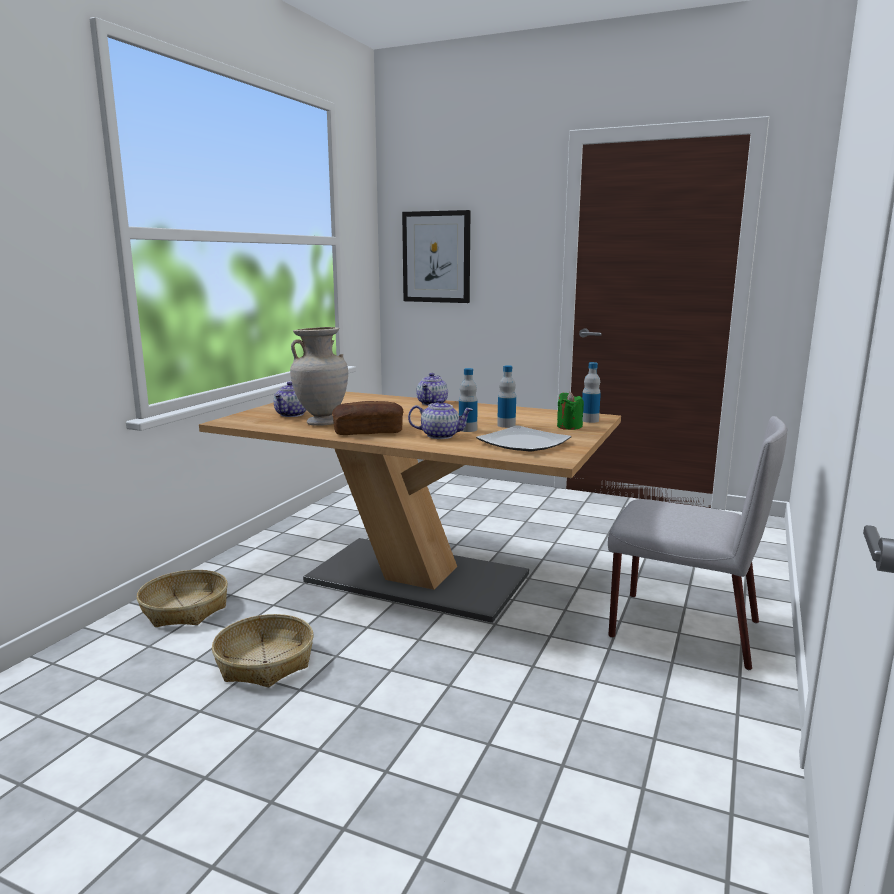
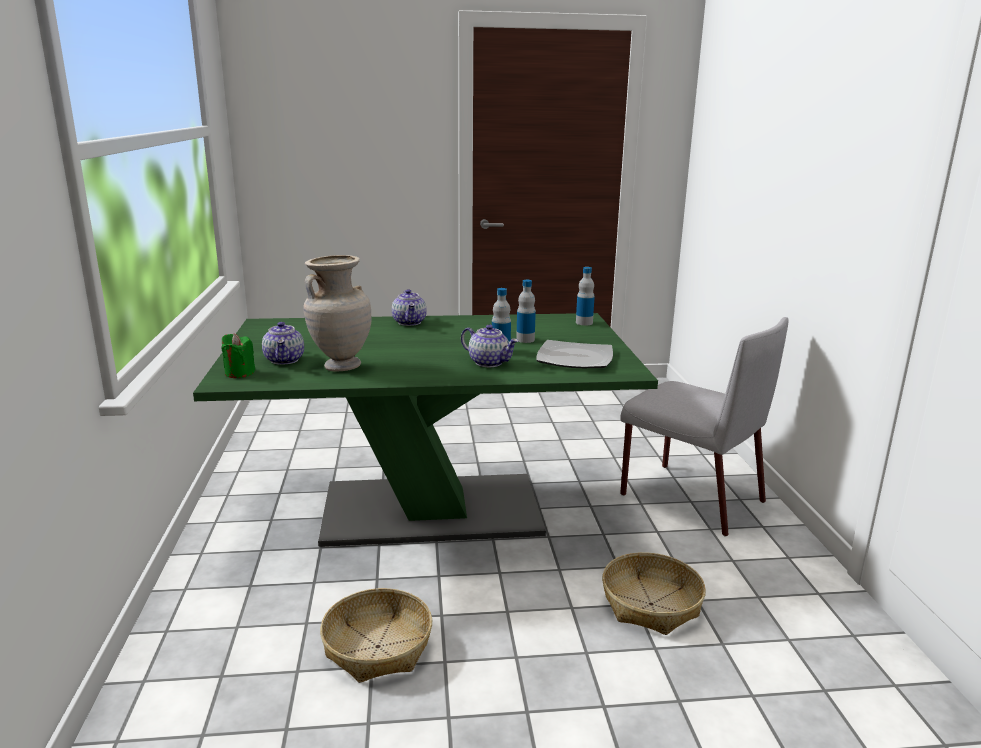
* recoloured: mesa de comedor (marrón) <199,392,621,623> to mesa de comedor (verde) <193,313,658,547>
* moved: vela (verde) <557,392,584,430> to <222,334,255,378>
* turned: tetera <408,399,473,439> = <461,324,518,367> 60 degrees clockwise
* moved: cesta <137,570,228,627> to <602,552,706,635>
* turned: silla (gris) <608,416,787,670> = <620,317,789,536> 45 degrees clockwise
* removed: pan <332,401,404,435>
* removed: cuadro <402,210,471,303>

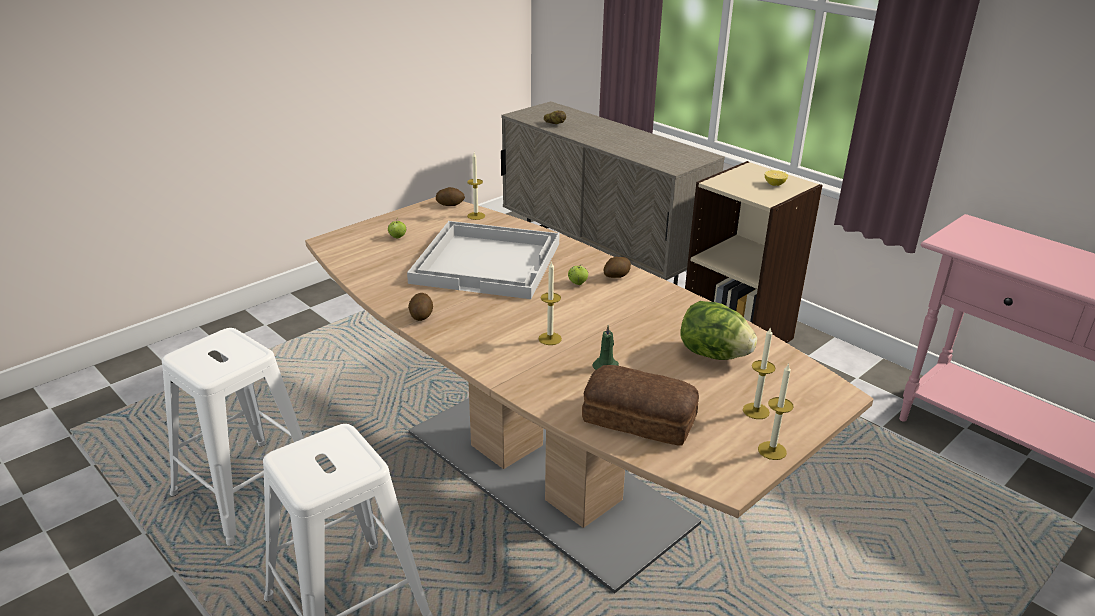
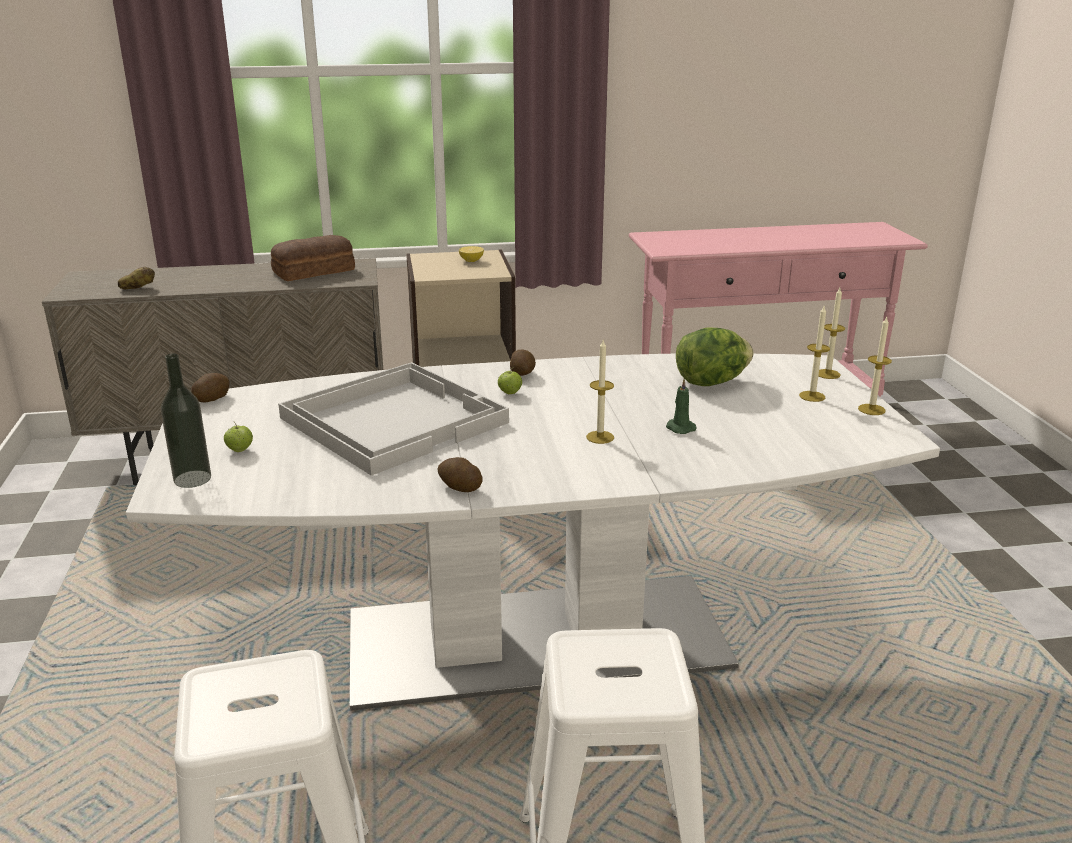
* recoloured: mesa de comedor (marrón) <305,197,873,594> to mesa de comedor (blanco) <126,354,940,711>
* added: botella <161,353,211,488>
* moved: pan <582,365,699,446> to <271,235,355,281>
* moved: vela <467,152,485,220> to <818,288,845,379>

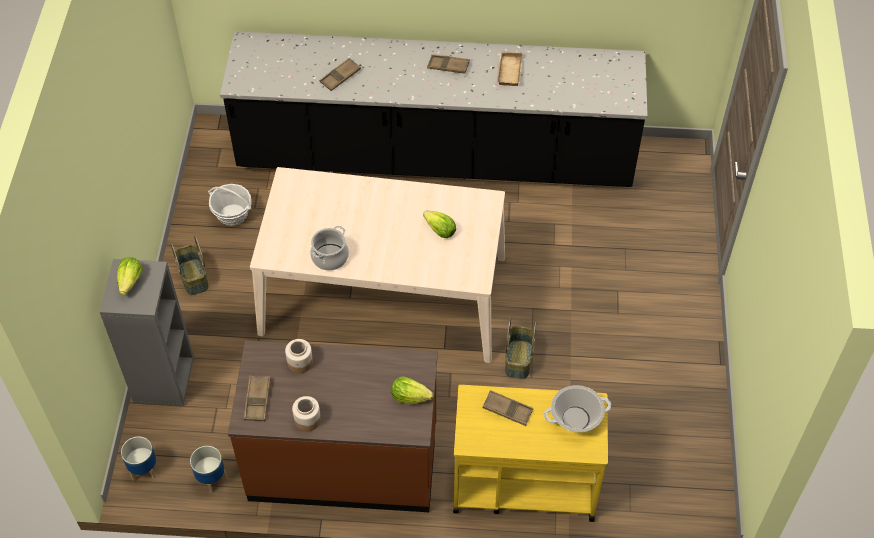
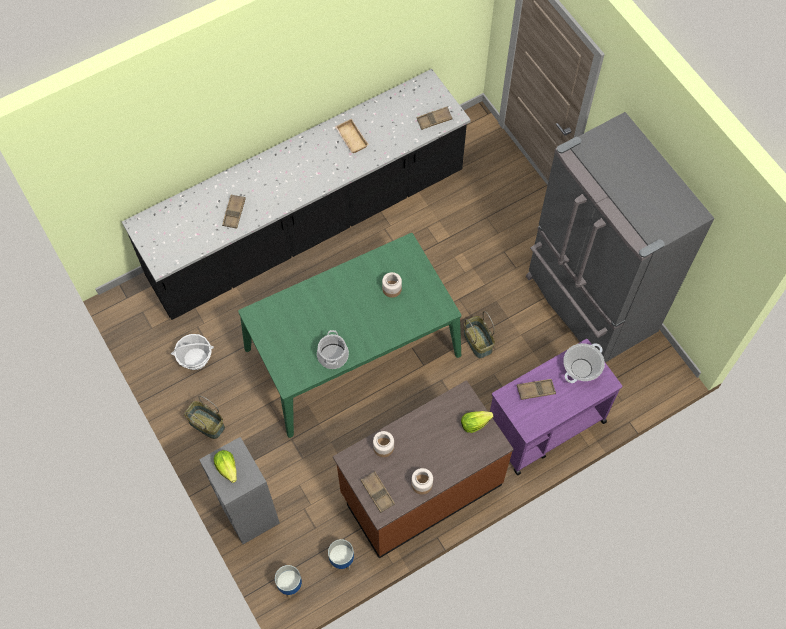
* recoloured: mesa de comedor (beis) <250,167,505,363> to mesa de comedor (verde) <238,233,461,438>
* replaced: lechuga <423,211,456,238> to tarro <382,272,402,298>
* moved: bandeja (marrón) <427,54,470,73> to <416,107,452,130>
* recoloured: carrito (amarillo) <453,385,608,522> to carrito (morado) <490,339,622,475>
* added: nevera (gris) <526,112,714,362>

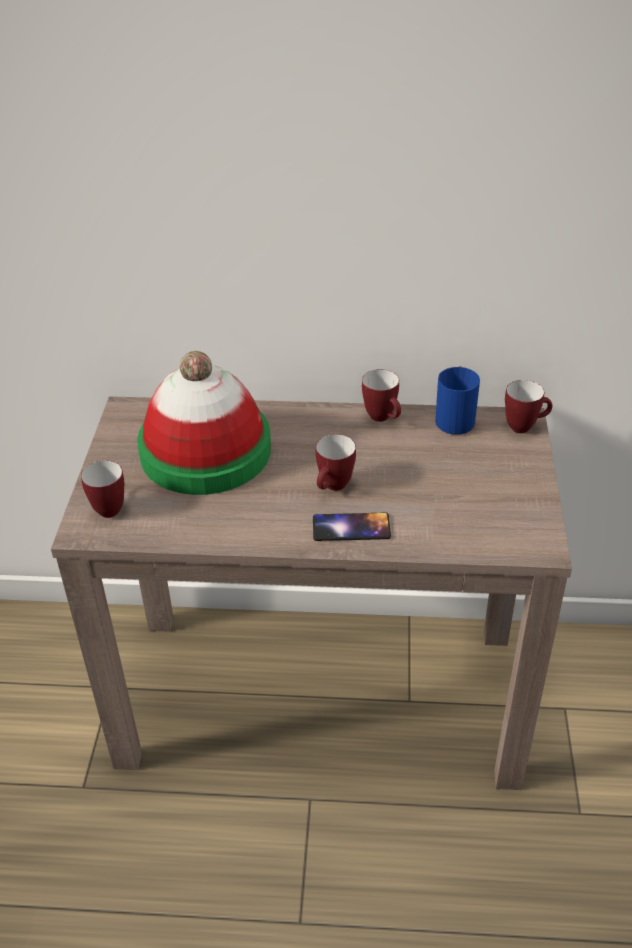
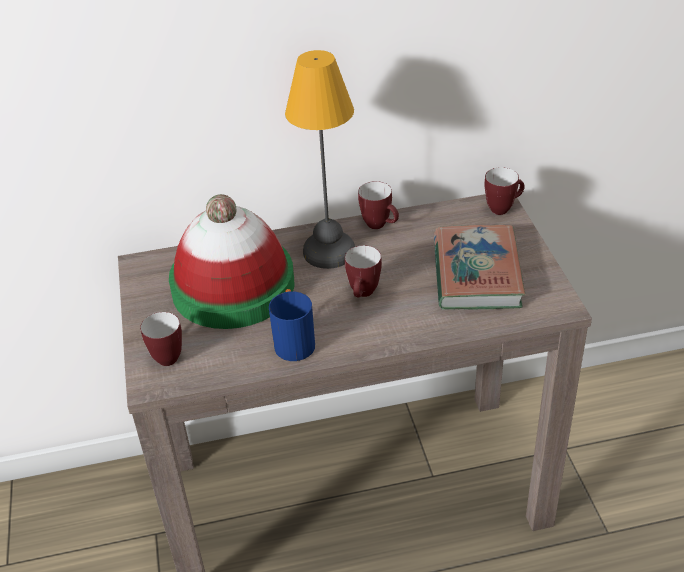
* moved: taza grande (azul) <435,366,480,435> to <269,289,315,361>
* added: lámpara de mesa <285,50,355,269>
* added: libro <434,225,525,310>
* removed: móvil <313,513,391,541>

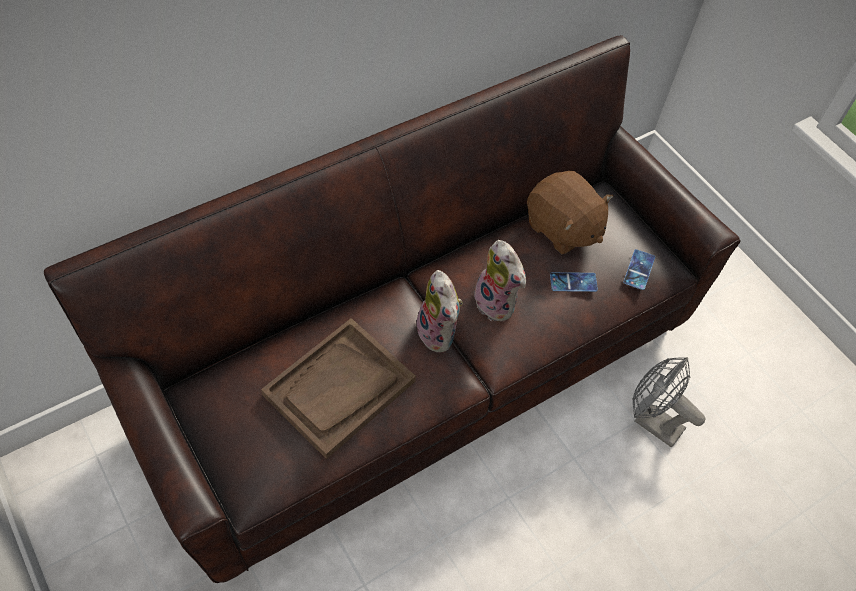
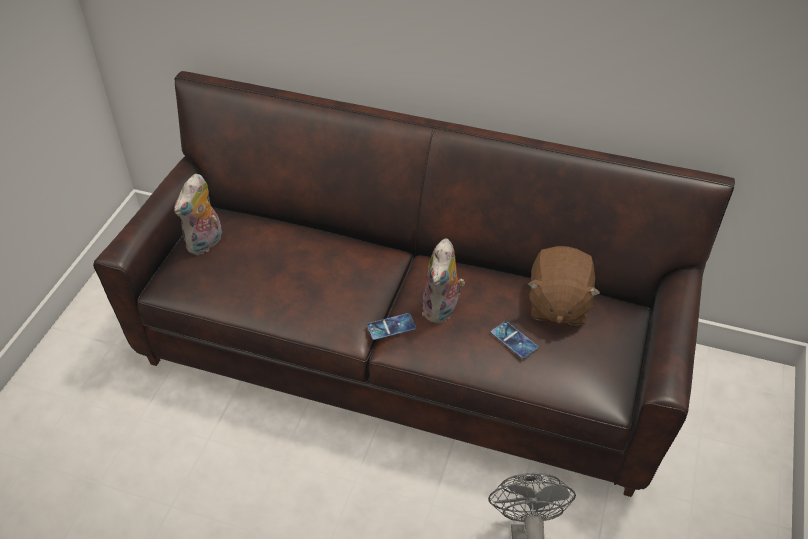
* moved: peluche <417,270,463,353> to <174,174,222,255>
* moved: móvil <623,249,655,290> to <367,313,416,340>
* removed: bandeja (marrón) <261,318,416,459>

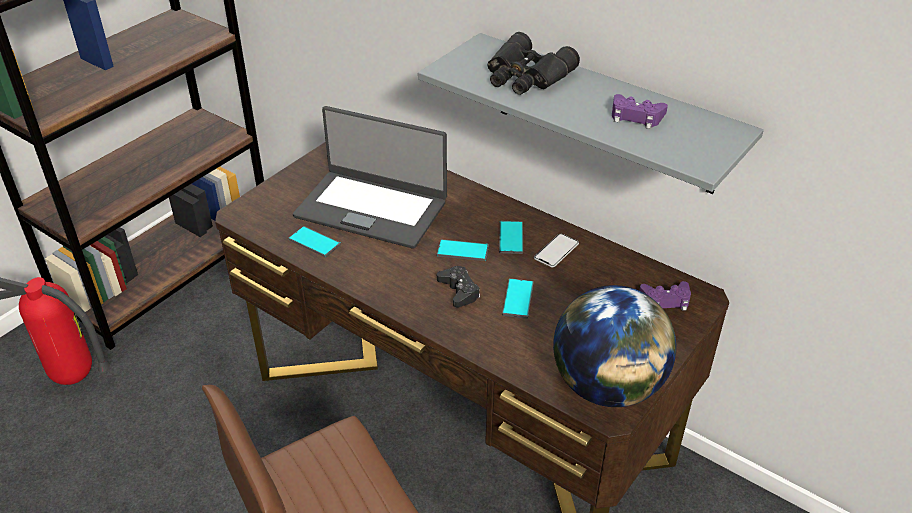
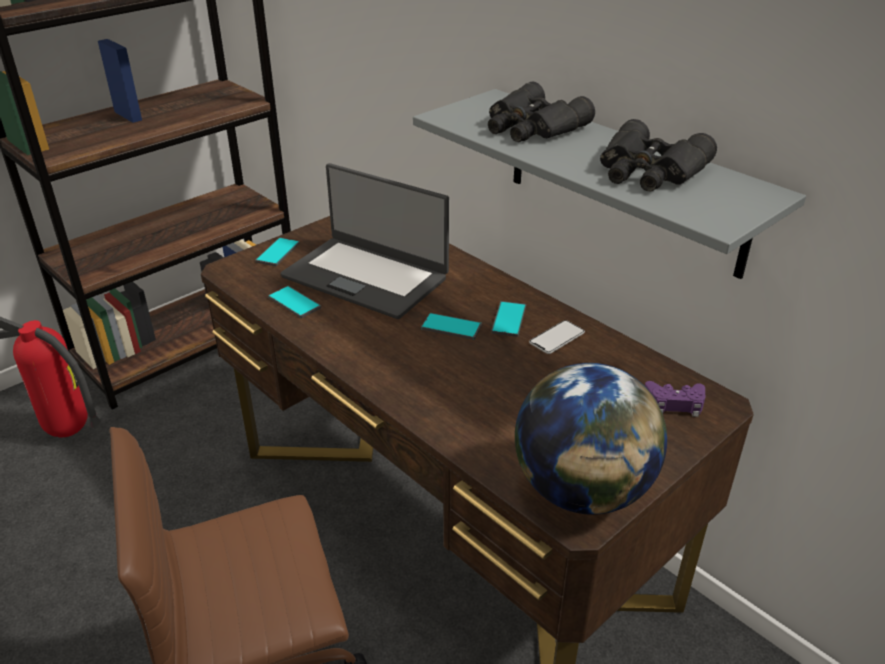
* moved: móvil <502,278,534,319> to <255,238,300,266>
* replaced: mando de consola (morado) <612,94,668,129> to prismáticos (negro) <600,119,717,192>
* removed: mando de consola (negro) <437,266,480,308>

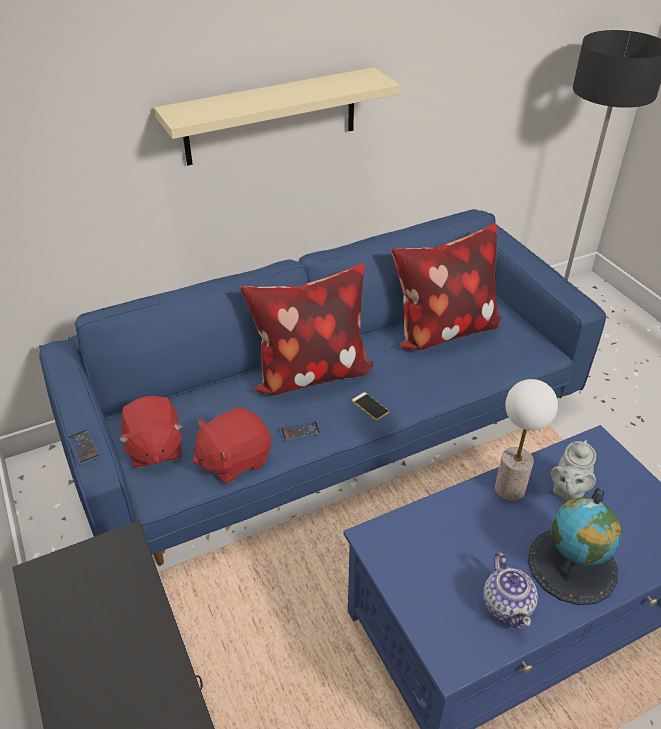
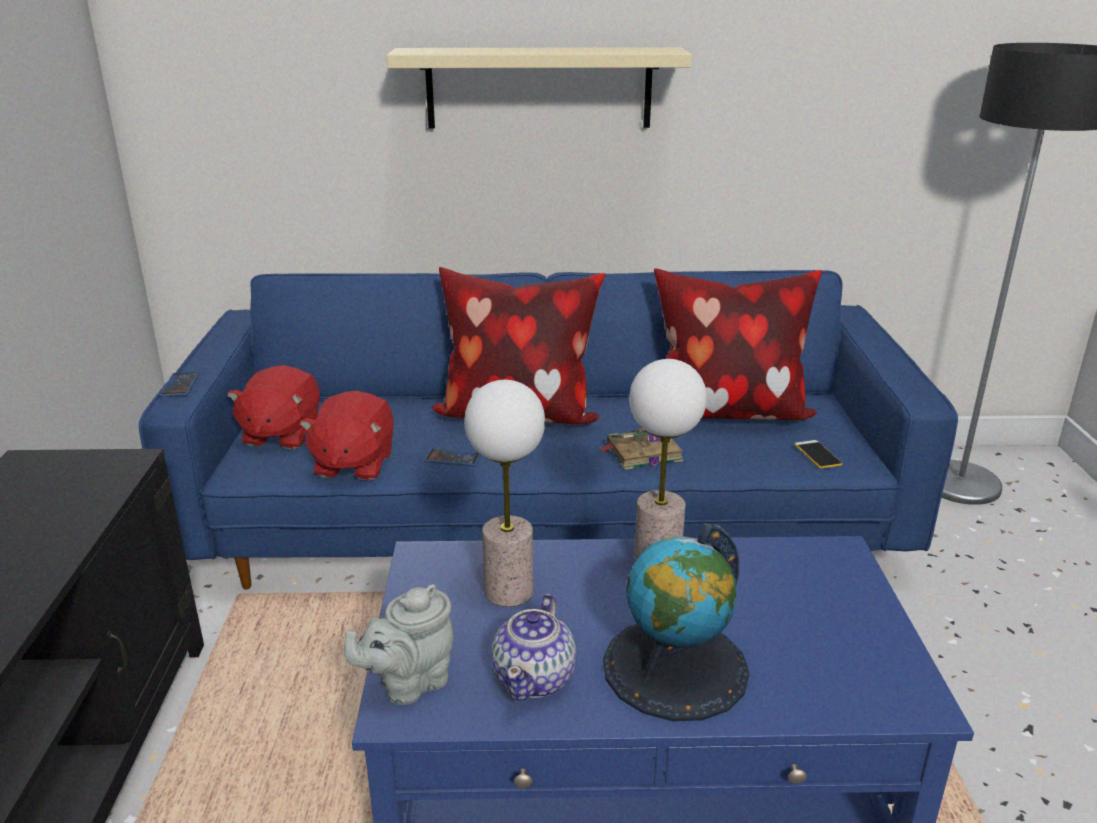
* turned: peluche (rojo) <193,407,271,484> = <299,391,394,480> 75 degrees counterclockwise
* moved: tetera (gris) <551,440,596,502> to <344,584,454,705>
* added: lámpara de mesa <464,380,545,607>
* added: libro <598,428,683,470>
* moved: móvil <352,392,389,420> to <794,440,842,469>

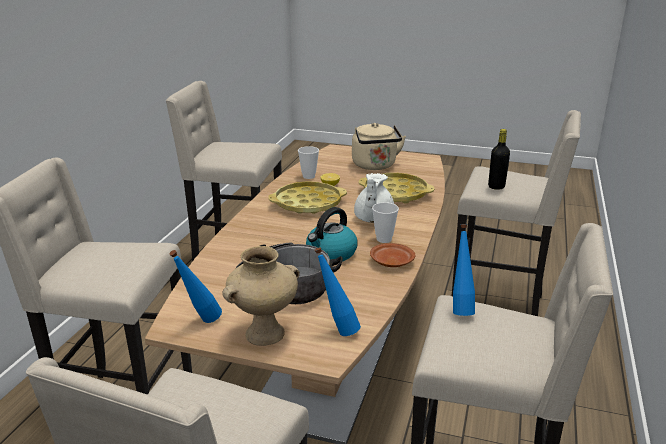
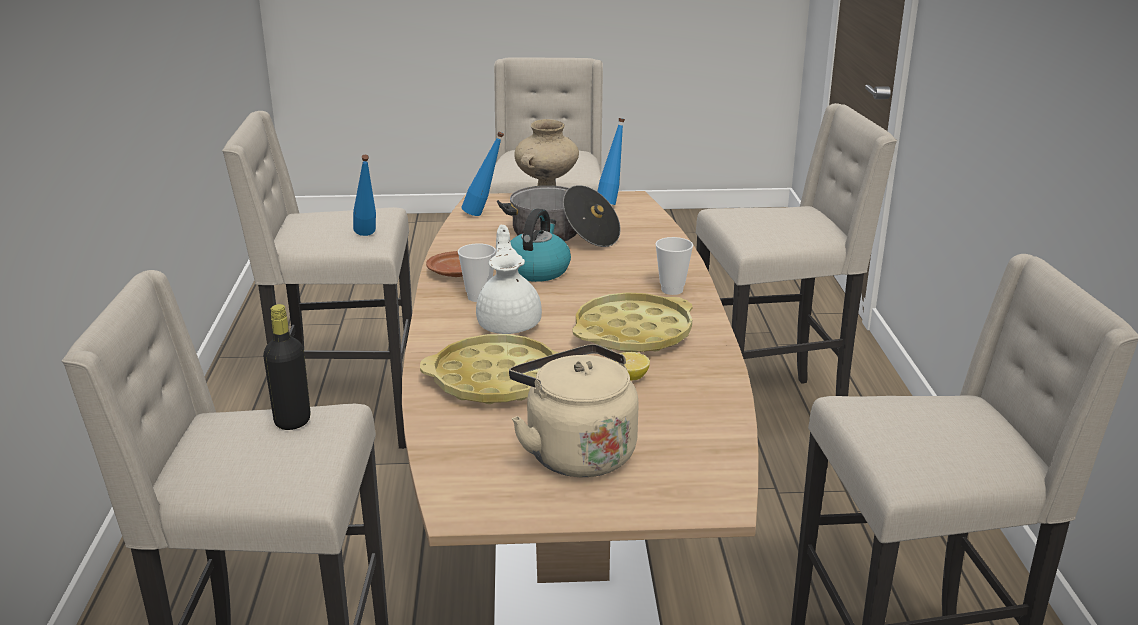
* moved: taza <298,146,319,179> to <655,237,693,295>

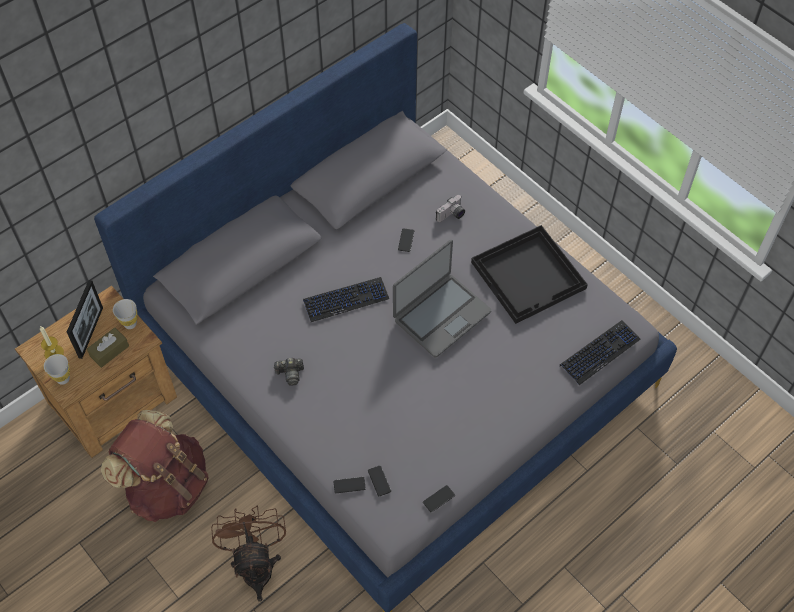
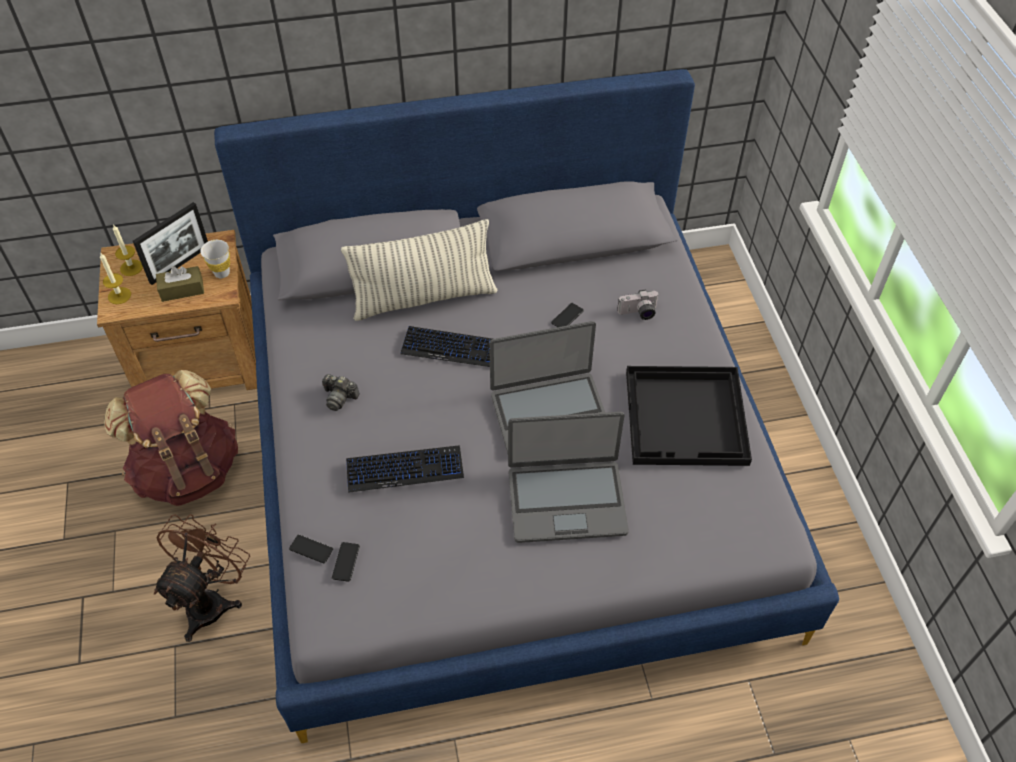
* replaced: taza (blanco) <44,354,70,385> to vela <100,252,131,304>
* added: cojín <341,219,498,321>
* moved: teclado <560,320,641,385> to <346,445,464,493>
* added: portátil <508,412,629,543>
* removed: móvil <423,485,455,512>

